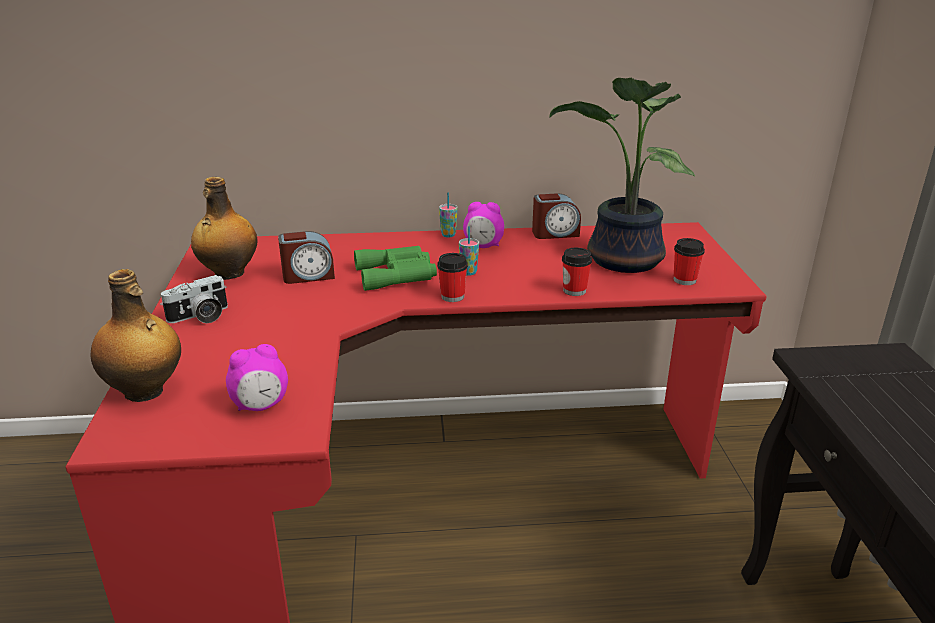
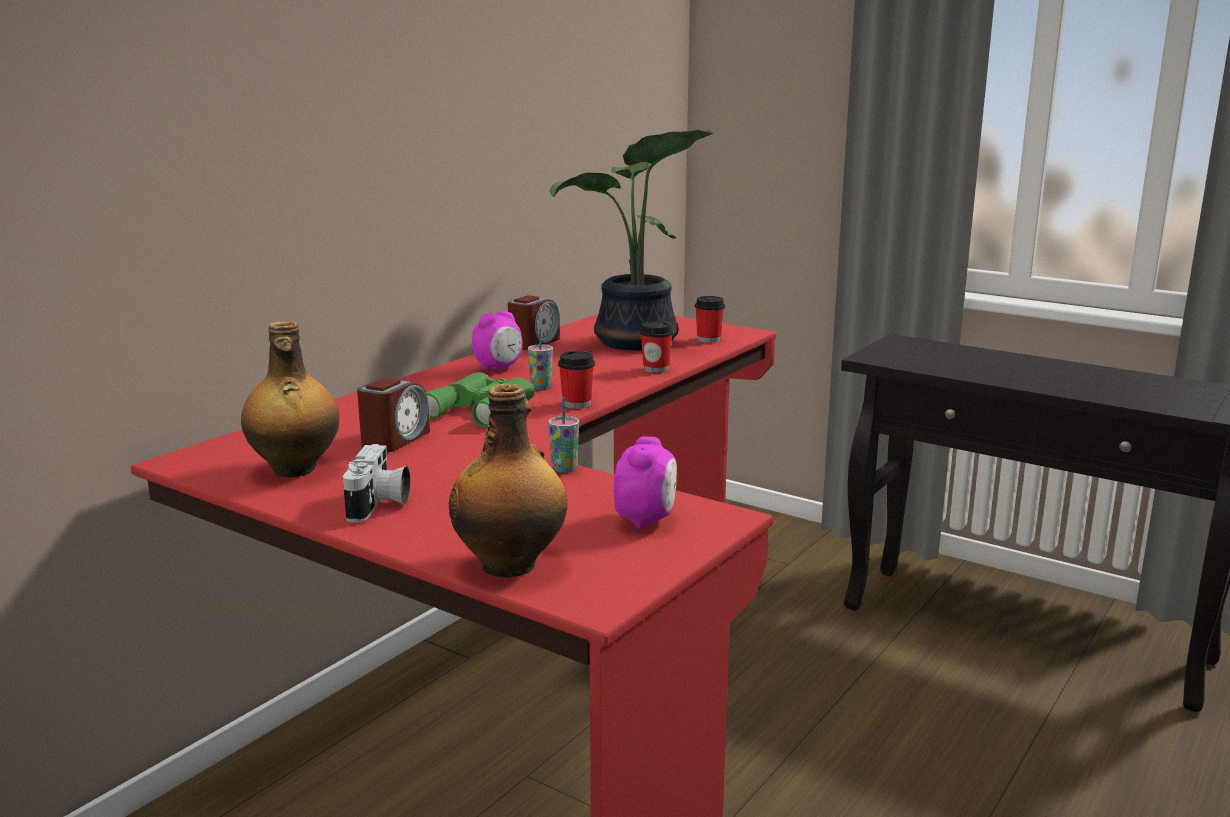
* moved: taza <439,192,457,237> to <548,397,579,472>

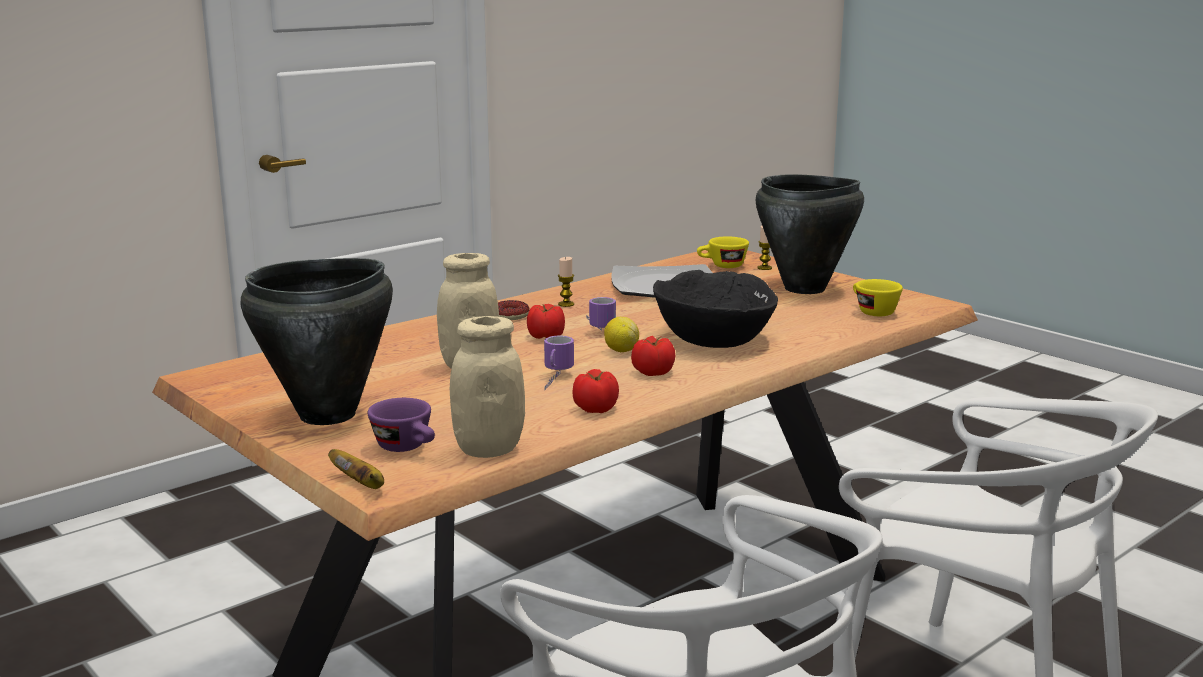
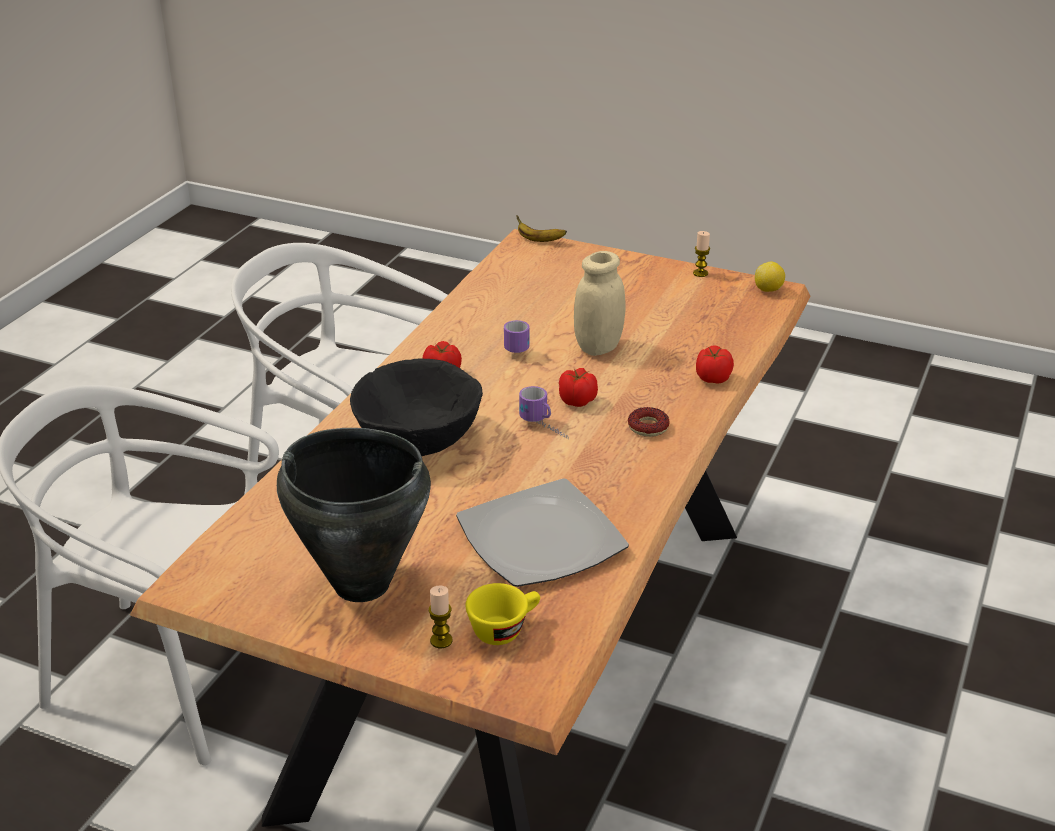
* moved: vela <558,257,574,307> to <693,231,710,277>
* moved: tomate <572,369,619,413> to <696,346,734,384>
* moved: limón <604,317,639,352> to <755,261,785,292>
* removed: olla (negro) <241,258,393,425>
* removed: taza (morado) <368,398,435,452>
* removed: tarro (beis) <450,316,525,458>
* removed: taza (amarillo) <853,279,903,316>

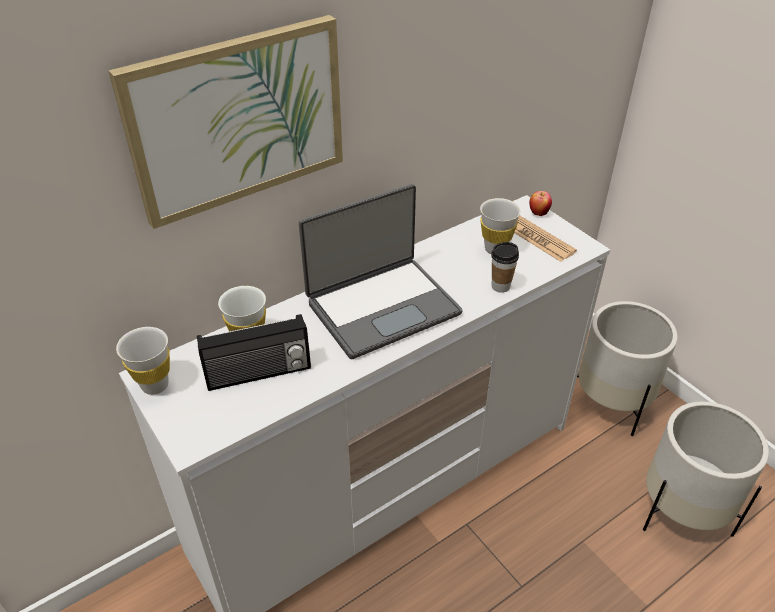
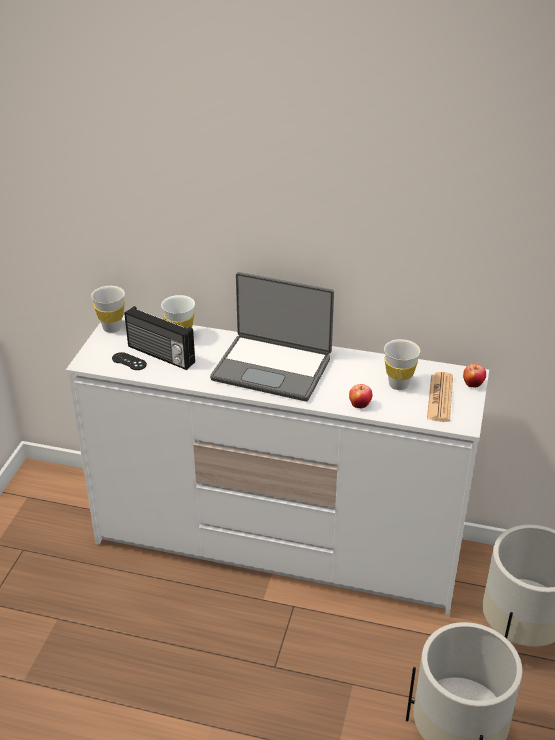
* added: mando de consola (negro) <112,352,147,370>
* replaced: taza <491,242,519,293> to manzana <349,384,372,408>
* removed: cuadro <108,15,343,229>

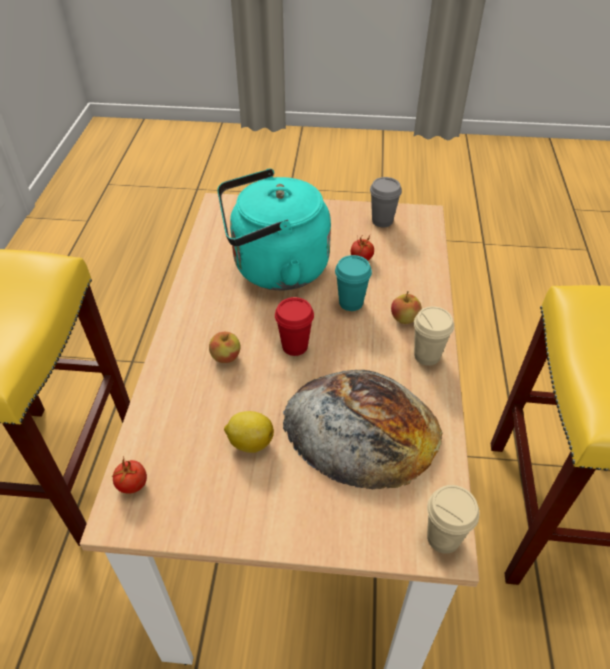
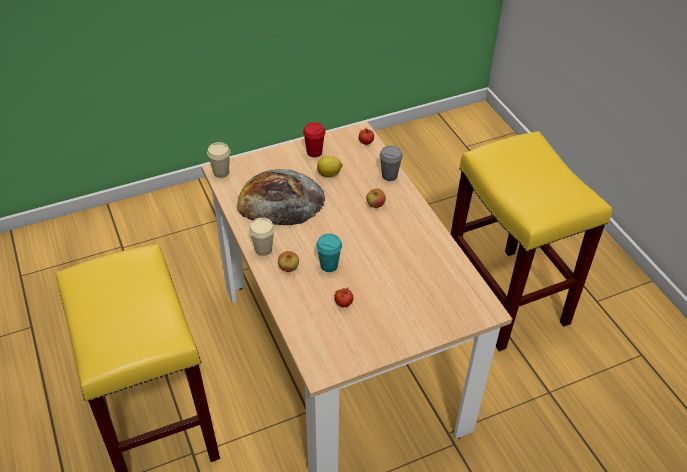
* moved: taza (rojo) <275,297,314,356> to <303,122,326,157>
* moved: taza (gris) <370,177,402,227> to <380,145,403,181>
* removed: hervidor (turquesa) <217,169,331,290>

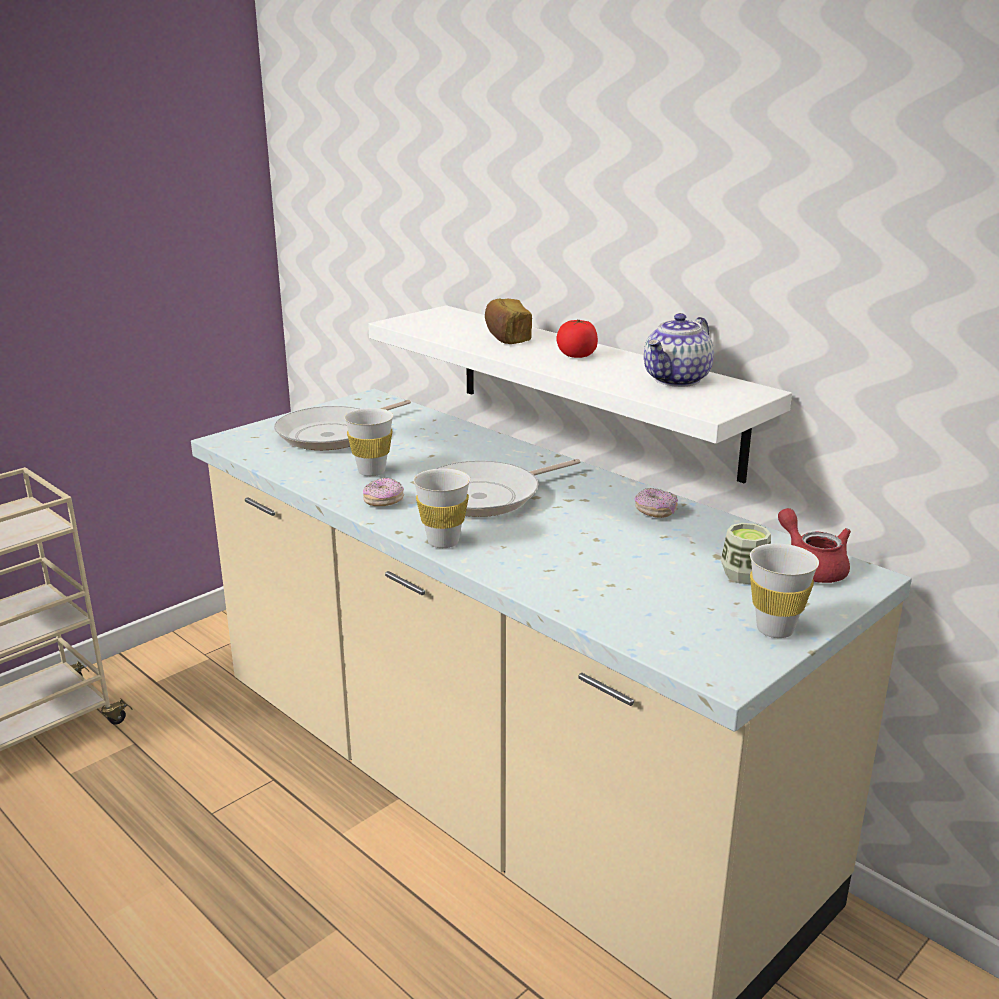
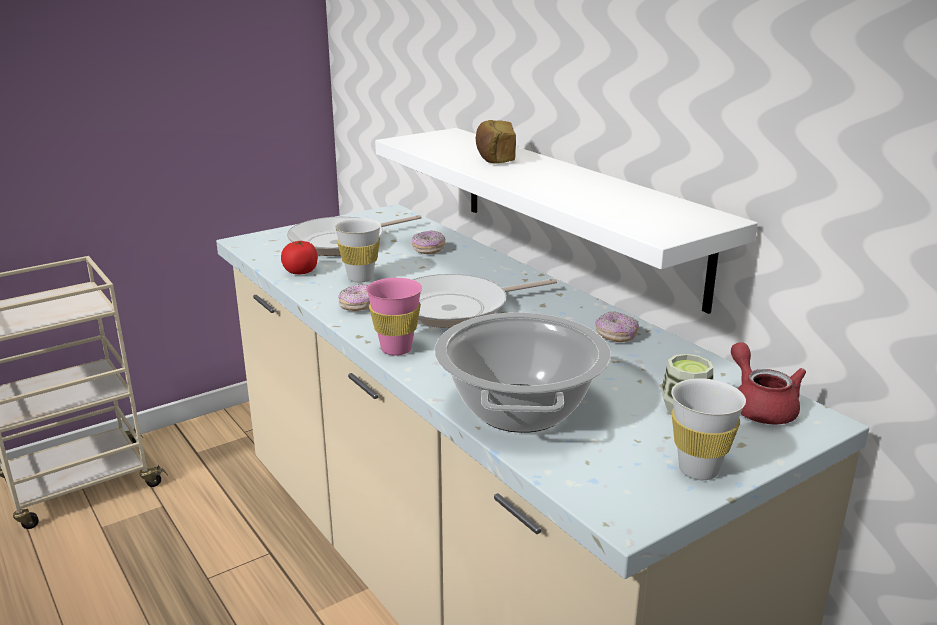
* moved: tomate <557,320,598,358> to <281,241,318,274>
* recoloured: taza (blanco) <413,468,470,548> to taza (rosa) <366,278,422,356>
* added: rosquilla <412,230,445,254>
* added: olla <435,312,611,433>
* removed: tetera <644,313,714,387>

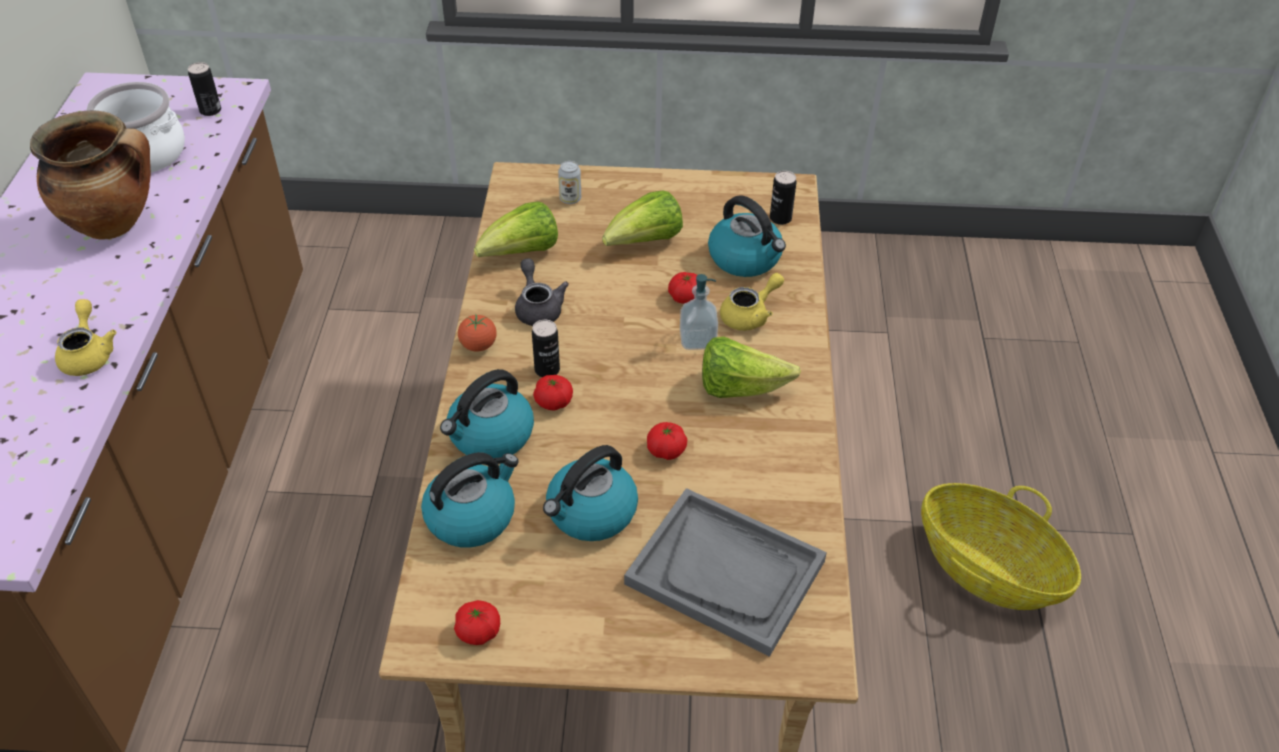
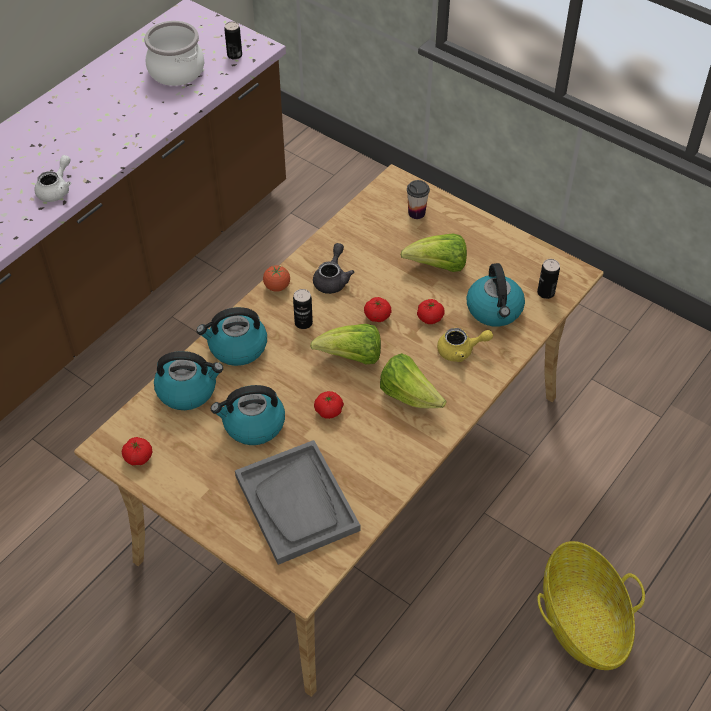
* recoloured: tetera (amarillo) <55,299,116,376> to tetera (blanco) <34,155,71,202>
* moved: lechuga <474,201,558,257> to <310,324,381,365>
* moved: tomate <533,375,573,410> to <364,297,391,322>
* replaced: lata <558,161,581,204> to taza <407,180,430,219>
* removed: olla <30,111,151,240>
* removed: dispensador de jabón <680,274,718,350>

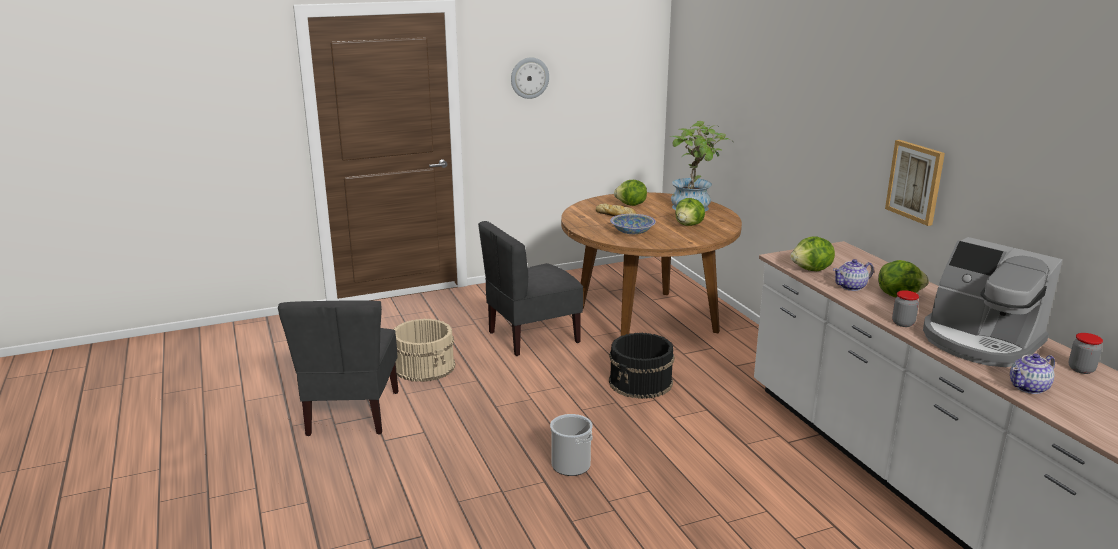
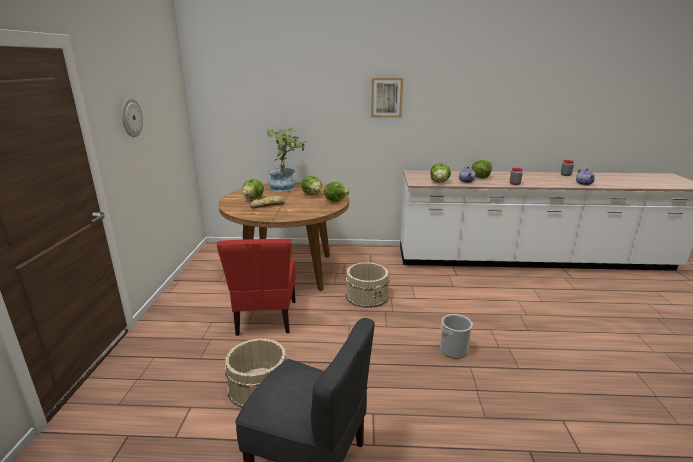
* recoloured: silla (gris) <478,221,583,356> to silla (rojo) <217,239,296,336>
* added: lechuga <324,182,349,202>
* recoloured: cubo (negro) <609,332,675,399> to cubo (beis) <346,262,389,308>
* moved: cuadro <885,140,945,226> to <371,78,403,118>
* removed: cuenco <610,214,656,234>
* removed: cafetera <923,237,1062,367>

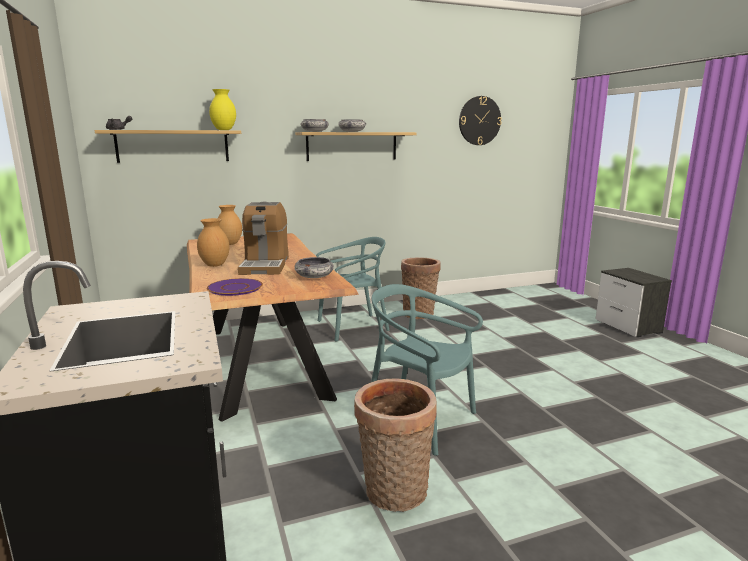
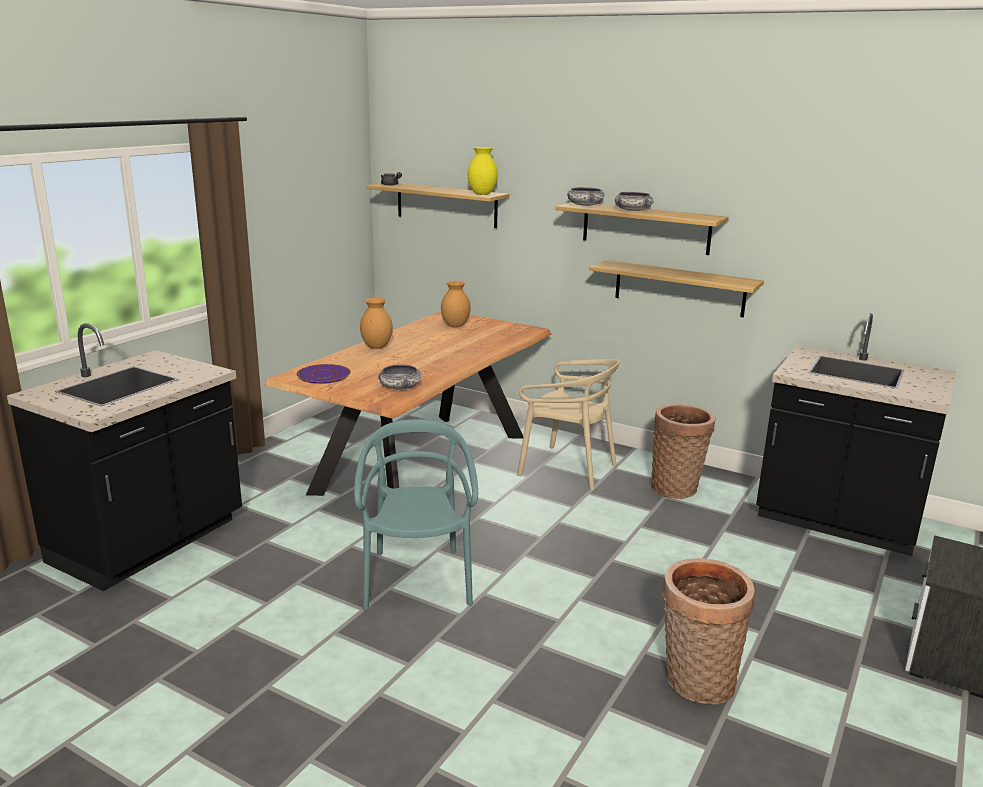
* recoloured: silla (turquesa) <316,237,389,342> to silla (beis) <517,359,620,491>
* added: estante <589,260,764,317>
* moved: cesta <354,379,437,512> to <662,558,755,705>
* added: mueble bajo de cocina (negro) <756,313,956,556>
* removed: cafetera <238,202,289,275>
* removed: reloj de pared <459,96,502,145>

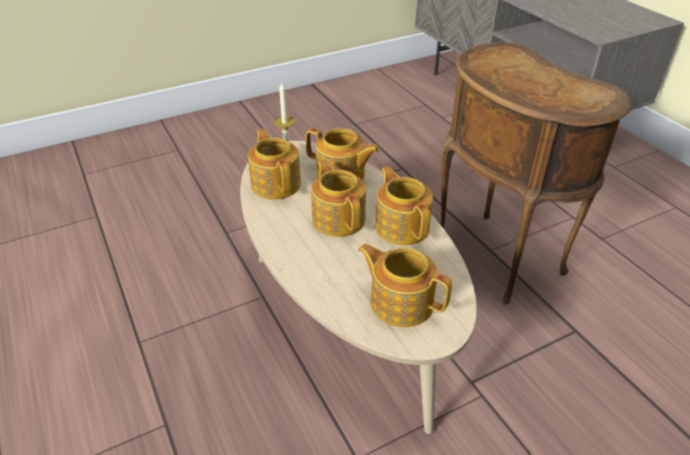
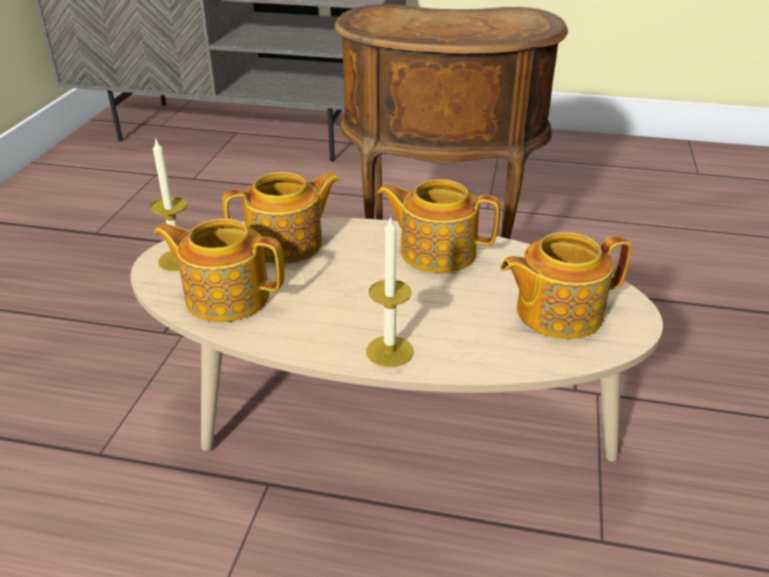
* added: vela <366,216,414,367>
* removed: tetera <311,160,366,237>

